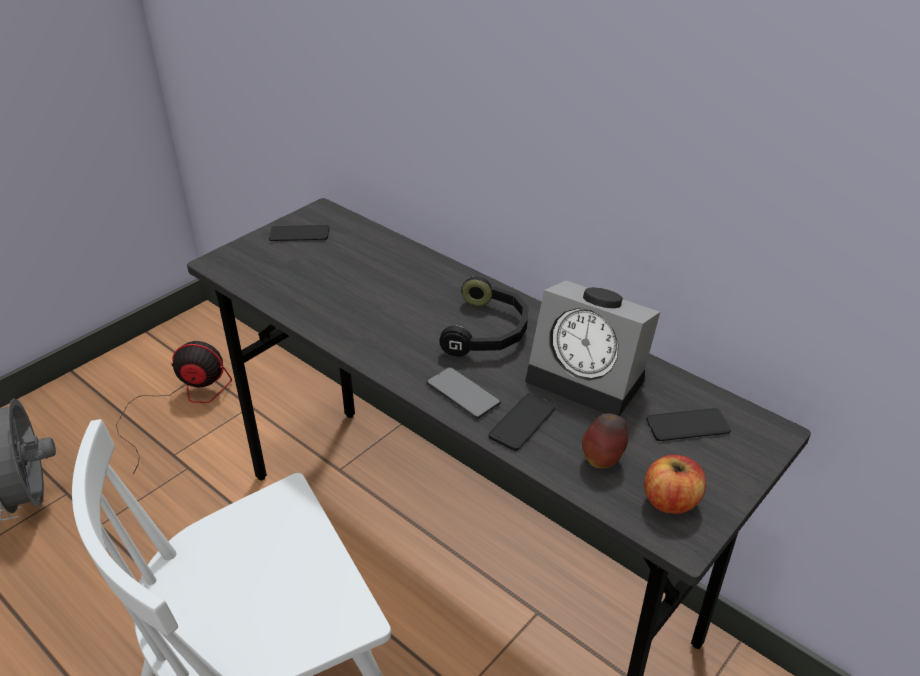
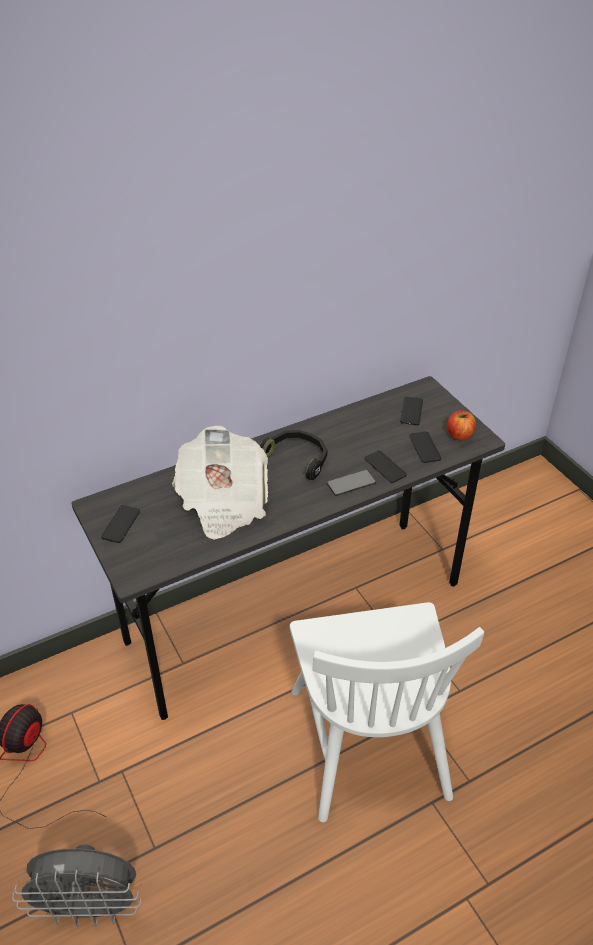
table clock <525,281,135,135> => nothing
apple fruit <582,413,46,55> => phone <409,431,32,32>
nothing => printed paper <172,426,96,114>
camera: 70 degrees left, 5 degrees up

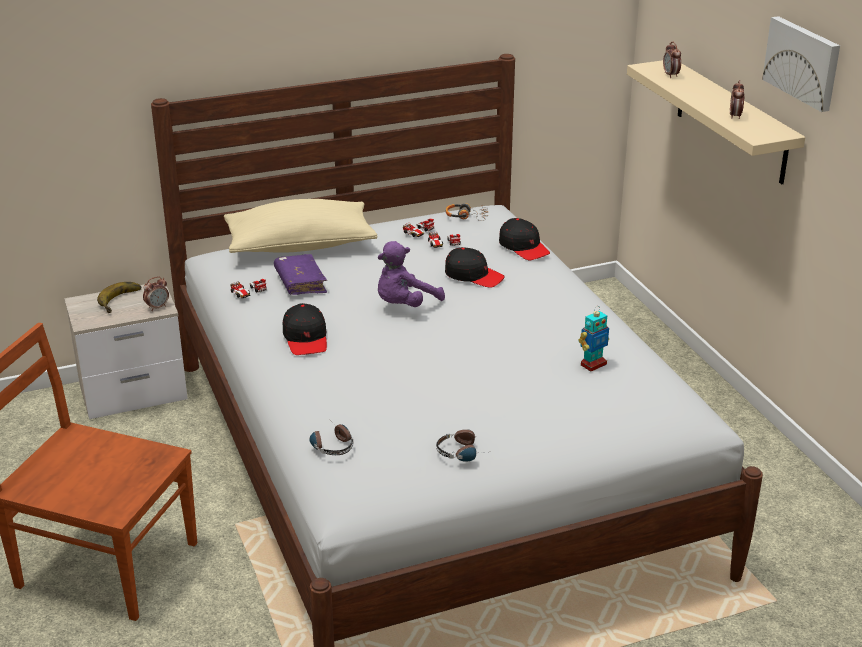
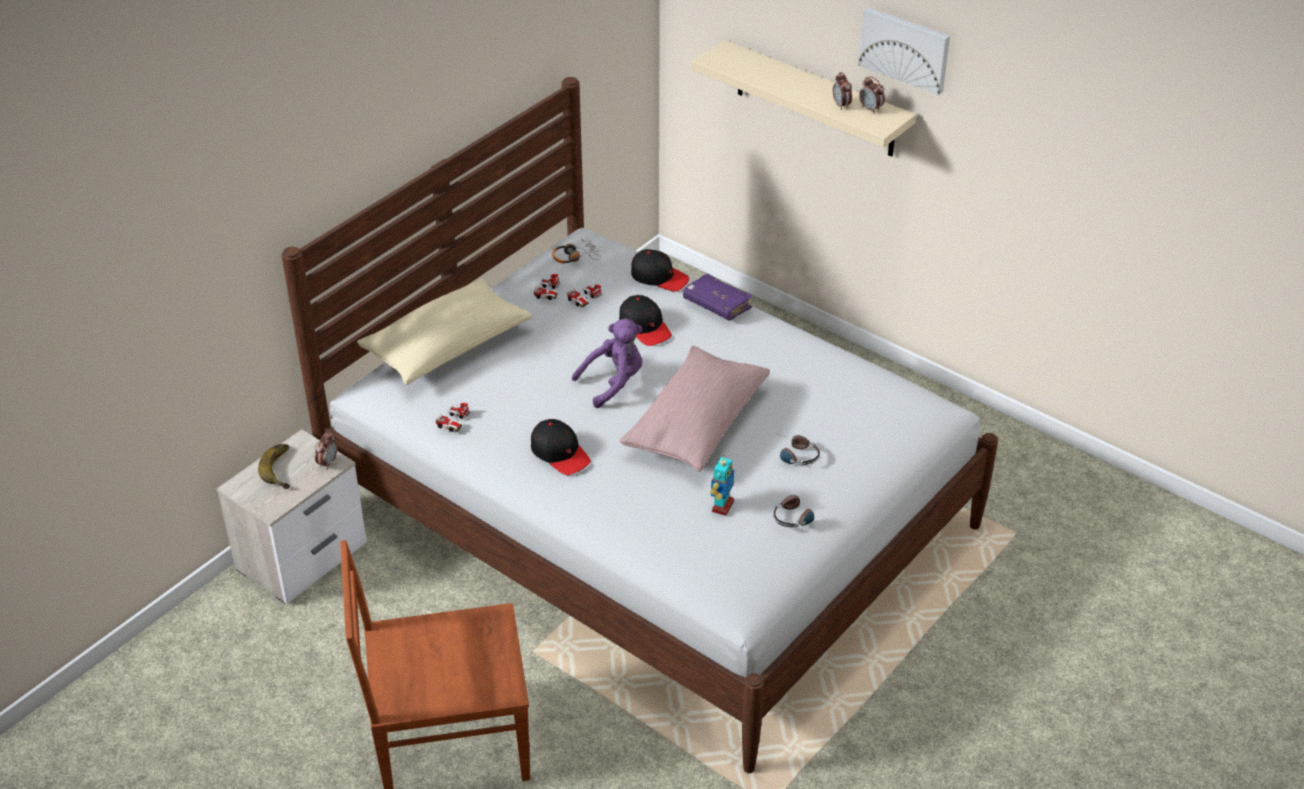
table clock <663,41,18,37> => table clock <859,76,26,38>, move
cuddly toy (purple-coloured) <378,241,67,66> => cuddly toy (purple-coloured) <572,319,71,89>, 135 degrees counterclockwise
cap (blackish) <445,247,59,40> => cap (blackish) <619,295,53,51>, 60 degrees clockwise
bound book (purple-coloured) <274,254,53,41> => bound book (purple-coloured) <683,274,70,47>, move
model robot <579,306,30,65> => model robot <710,455,24,61>, move
headset <309,423,44,32> => headset <778,434,42,32>, move
nothing => pillow (pinkish) <620,346,150,126>
camera: 30 degrees left, 10 degrees up

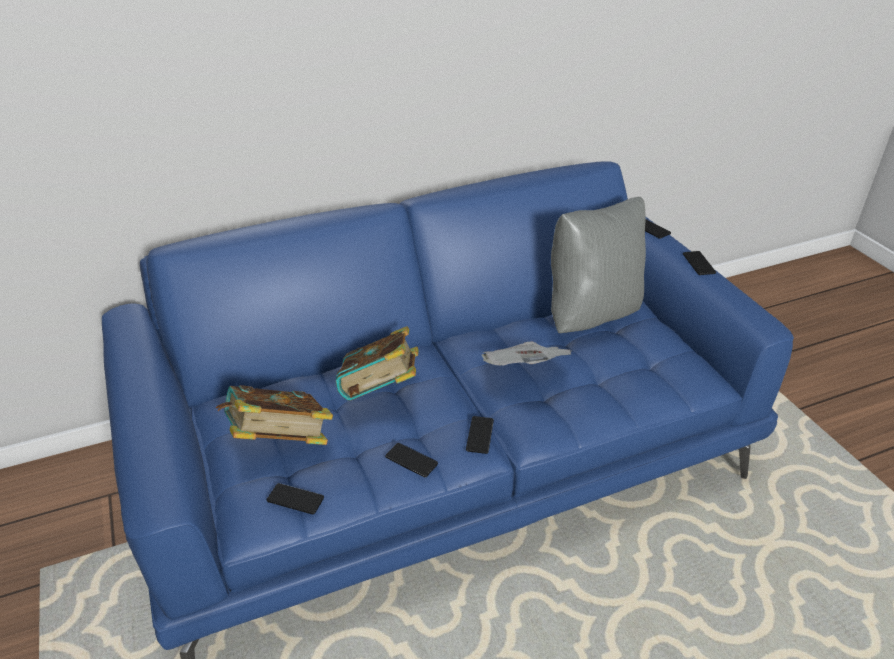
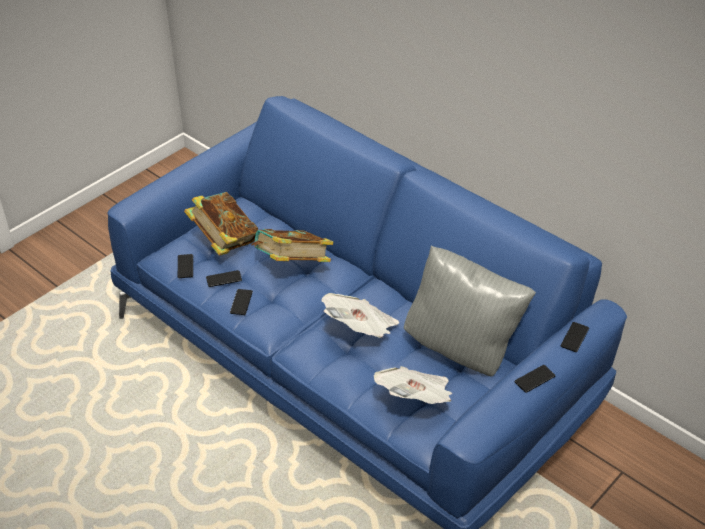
phone <466,416,28,38> => phone <206,270,36,17>, move
nothing => printed paper <374,366,78,38>
camera: 65 degrees right, 5 degrees up

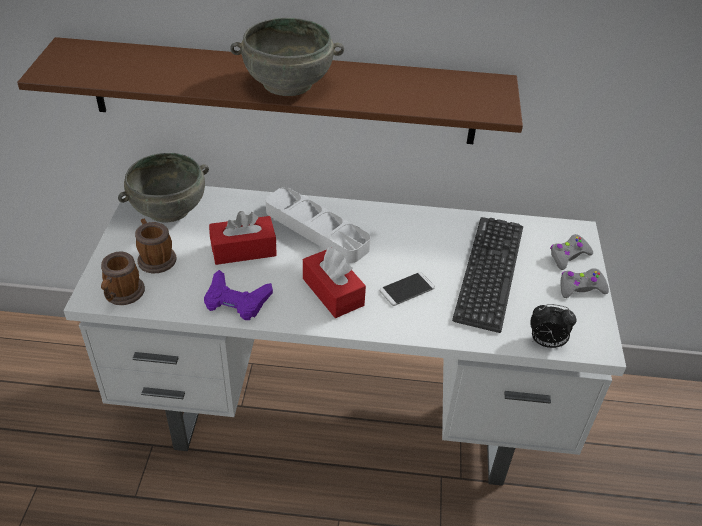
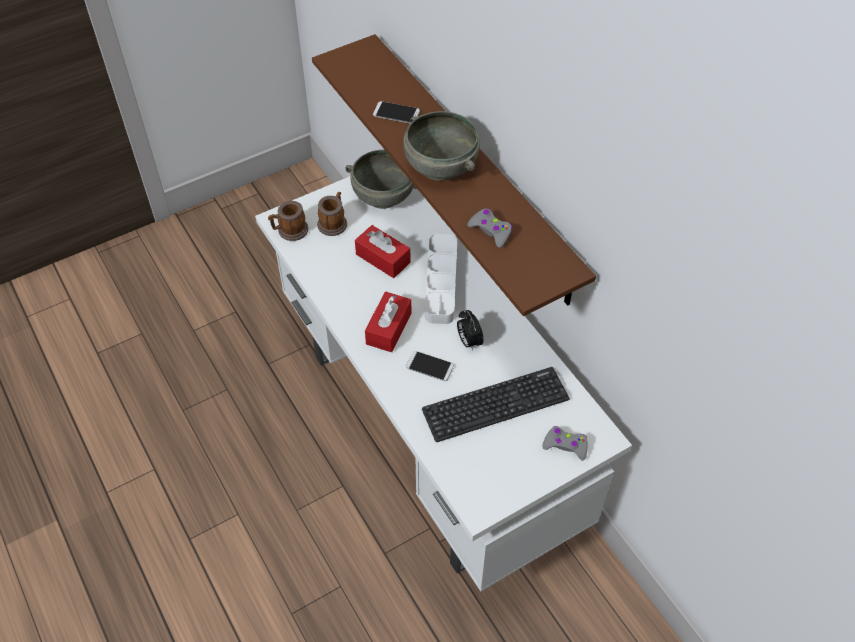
gamepad (grey) <560,268,49,30> => gamepad (grey) <467,208,45,40>, move
gamepad (purple-coloured) <204,270,69,50> => nothing
table clock <530,304,47,44> => table clock <457,310,27,41>, move
nothing => phone <373,101,47,22>
camera: 55 degrees right, 10 degrees up

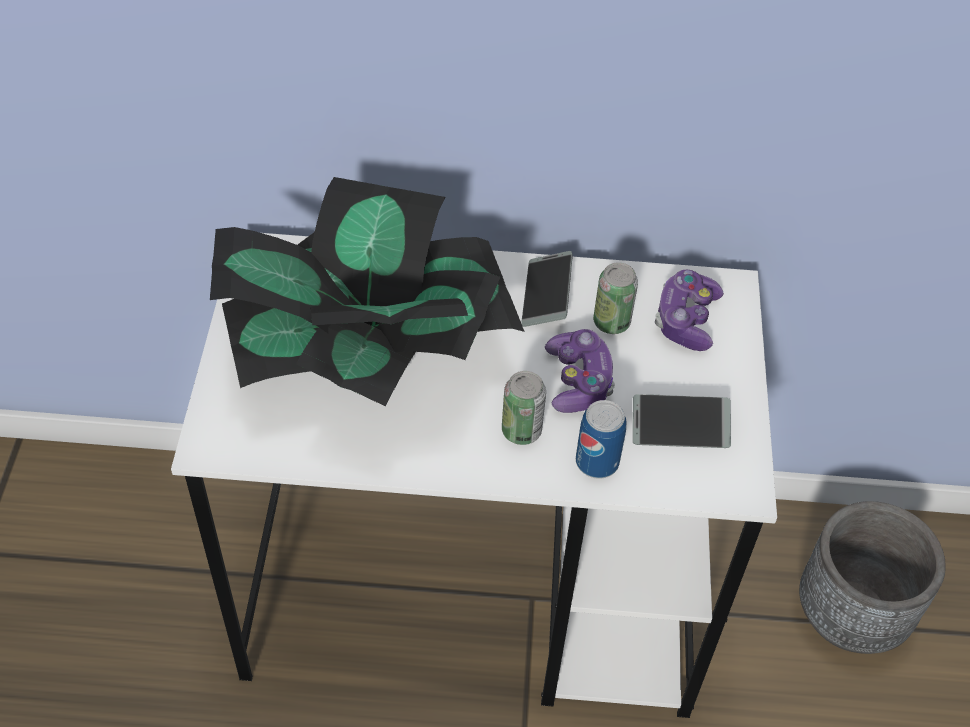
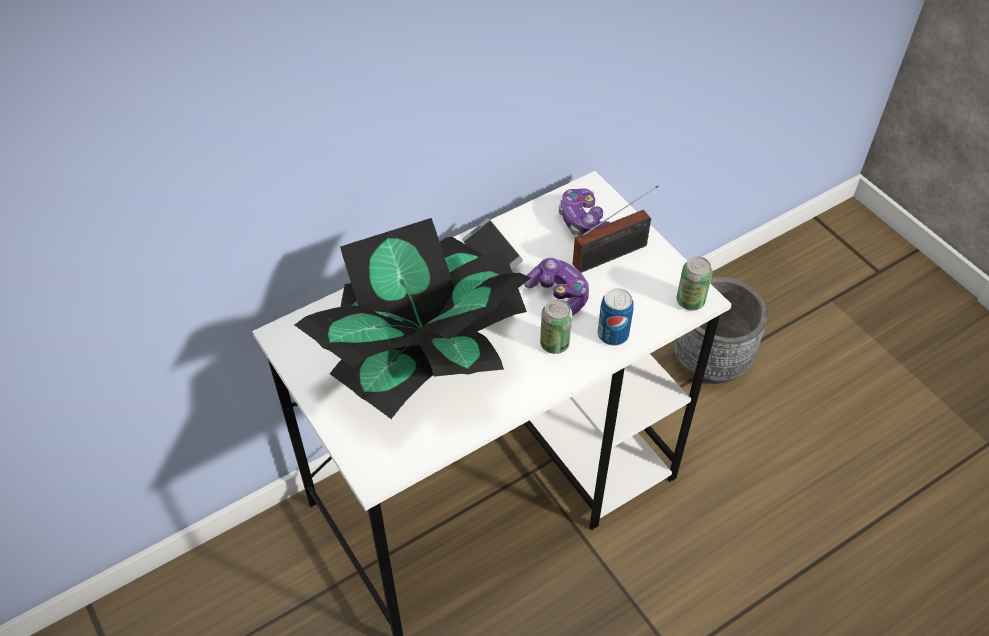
can <593,262,45,72> => can <677,257,35,54>, move
phone <633,394,98,54> => nothing
nothing => radio set <573,185,86,88>
camera: 35 degrees left, 0 degrees up

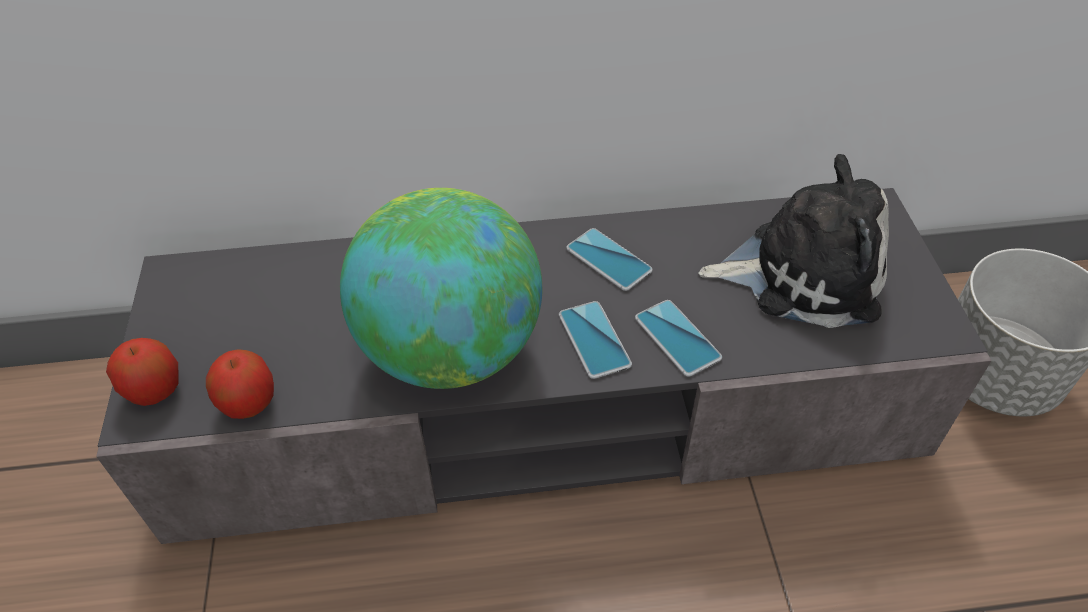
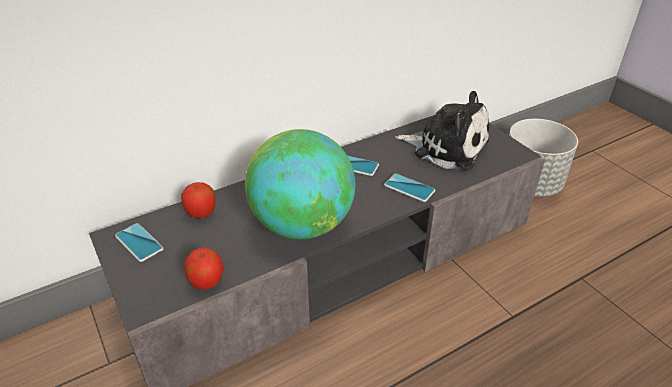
cuddly toy <698,154,191,174> => cuddly toy <395,91,94,79>, 45 degrees clockwise
phone <559,301,73,78> => phone <115,223,49,39>, move
apple fruit <106,338,73,68> => apple fruit <181,182,35,36>, move
camera: 25 degrees left, 10 degrees down

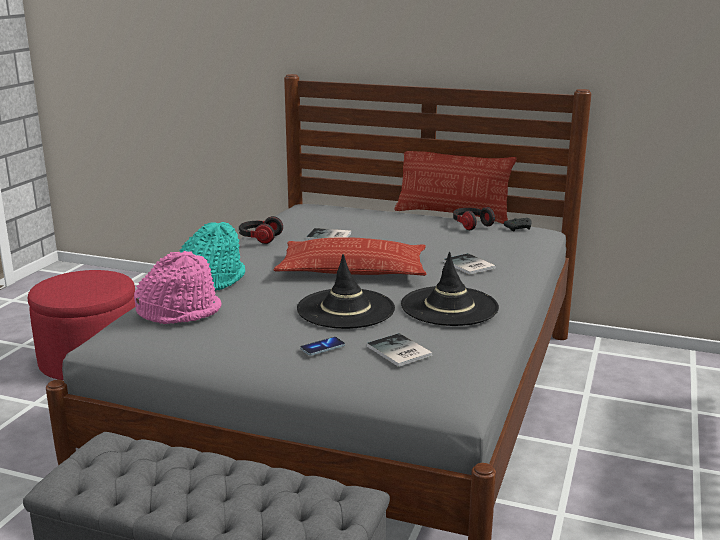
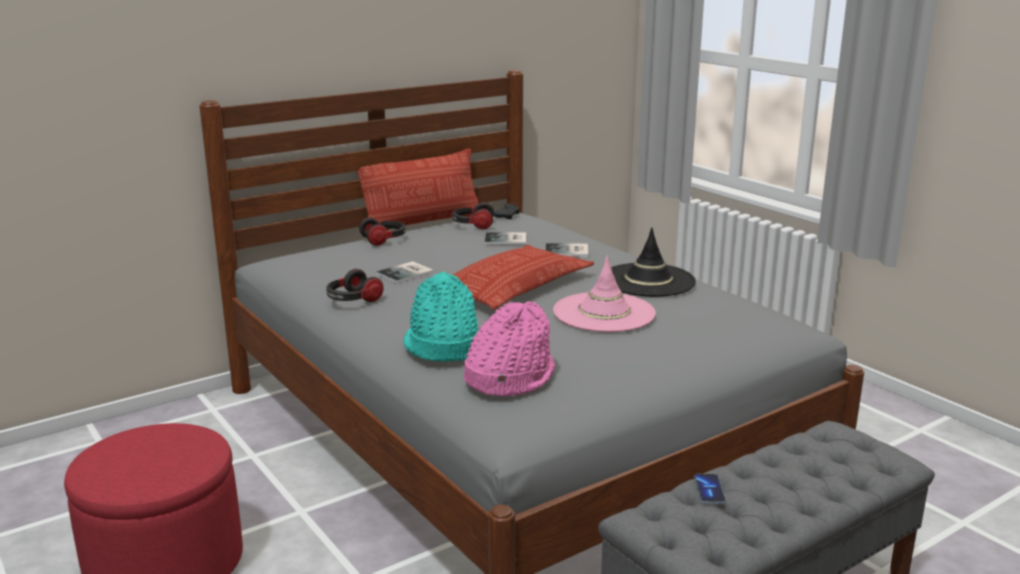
clothing hat (blackish) <297,254,98,75> => clothing hat (pinkish) <553,255,103,77>
bound book <367,333,66,34> => bound book <485,232,41,13>, move
phone <300,337,45,19> => phone <694,474,32,30>, move
nothing => headset <359,217,47,28>
camera: 55 degrees left, 0 degrees up

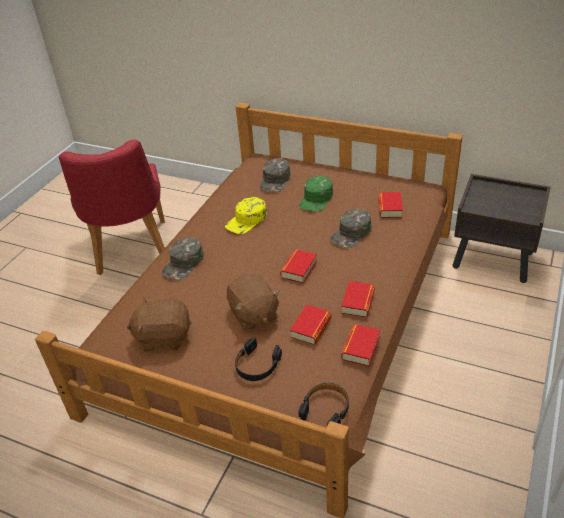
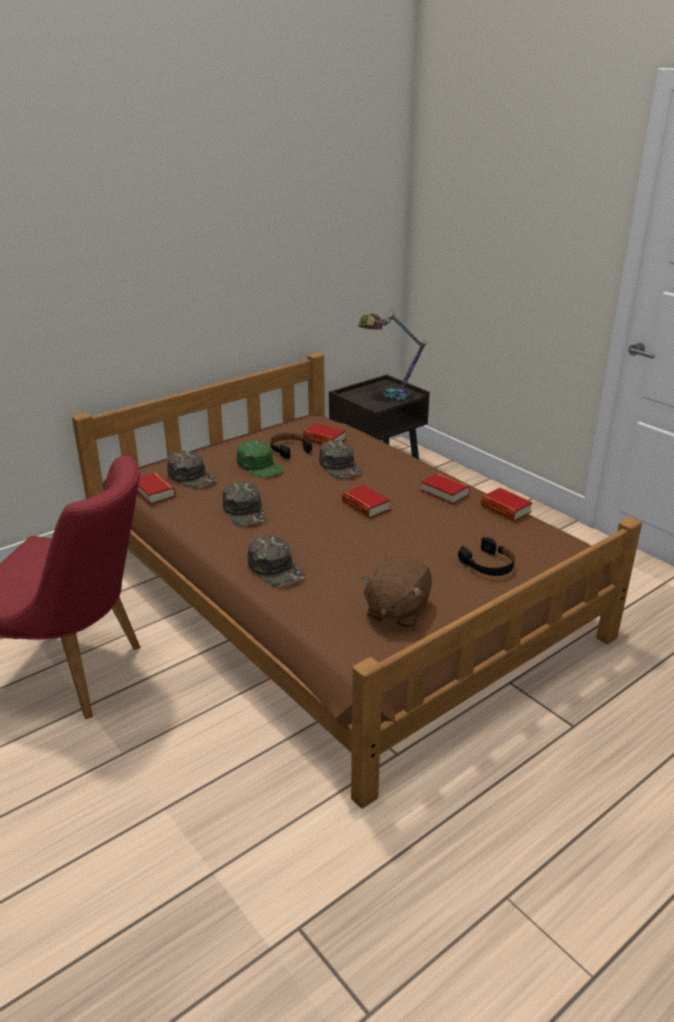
cap (yellow) <225,197,42,37> => cap (green-coloured) <222,481,45,45>
cuddly toy (brownish) <227,274,53,57> => nothing
bound book <290,304,41,41> => bound book <137,473,39,31>, move
headset (blackish) <298,383,51,42> => headset (blackish) <270,433,42,26>, move
nothing => lamp for a table <358,310,70,91>
camera: 65 degrees left, 10 degrees down

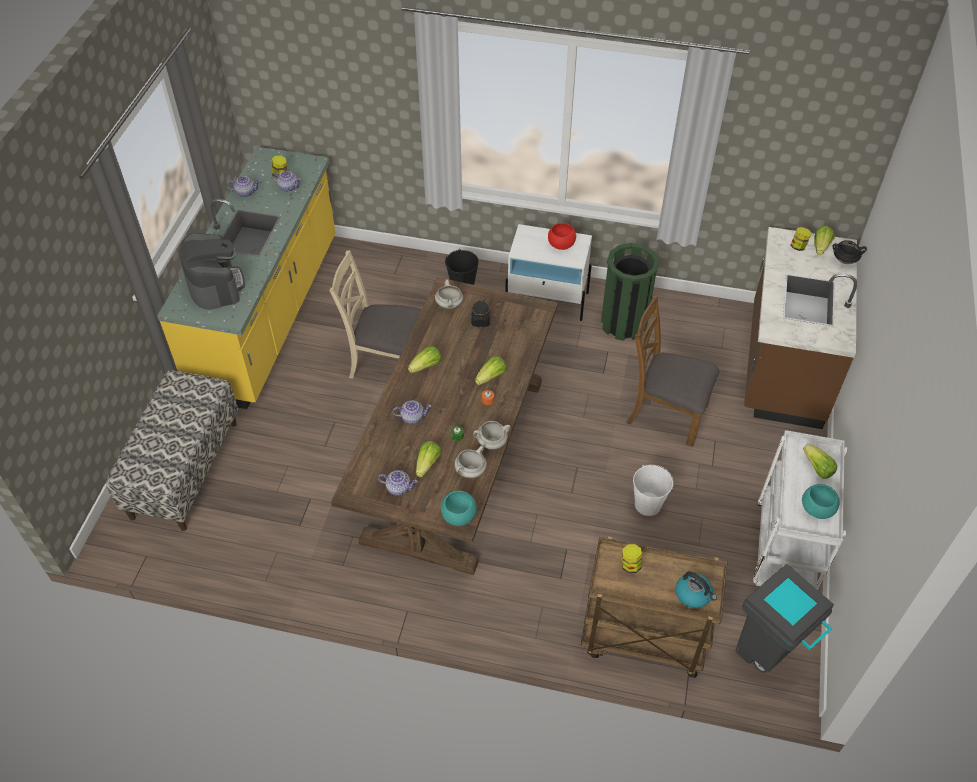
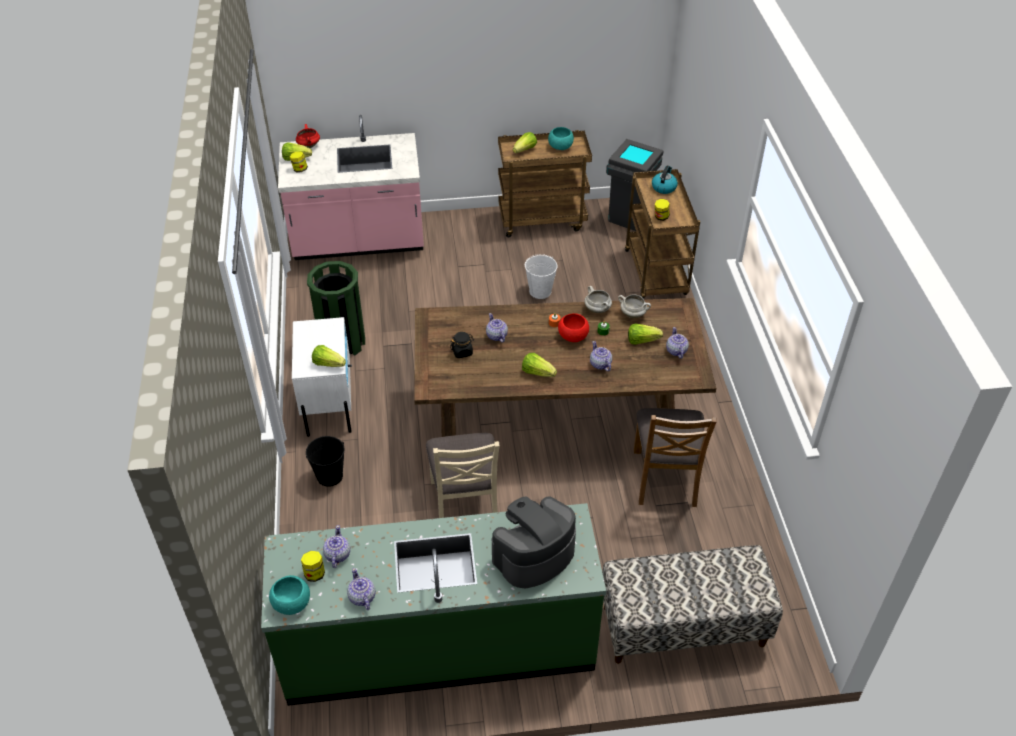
counter (yellow) <157,147,178,262> => counter (green-coloured) <261,503,345,203>
serving bowl (red-coloured) <548,223,28,27> => serving bowl (red-coloured) <558,313,31,29>, move
counter (brownish) <744,227,113,202> => counter (pinkish) <278,115,146,145>
cooking pot (blackish) <832,240,35,24> => cooking pot (red-coloured) <296,124,24,24>
cooking pot (white) <435,279,28,30> => nothing
upright chair (brownish) <626,296,93,151> => upright chair (brownish) <634,408,83,99>, move
head of lettuce <475,356,32,29> => head of lettuce <312,345,34,22>, move
trolley (white) <753,430,94,160> => trolley (brownish) <498,130,94,107>
serving bowl (turquoise-coloured) <441,490,36,36> => serving bowl (turquoise-coloured) <269,575,41,40>, move
nothing => tea pot <486,313,22,30>
camera: 110 degrees left, 5 degrees down

